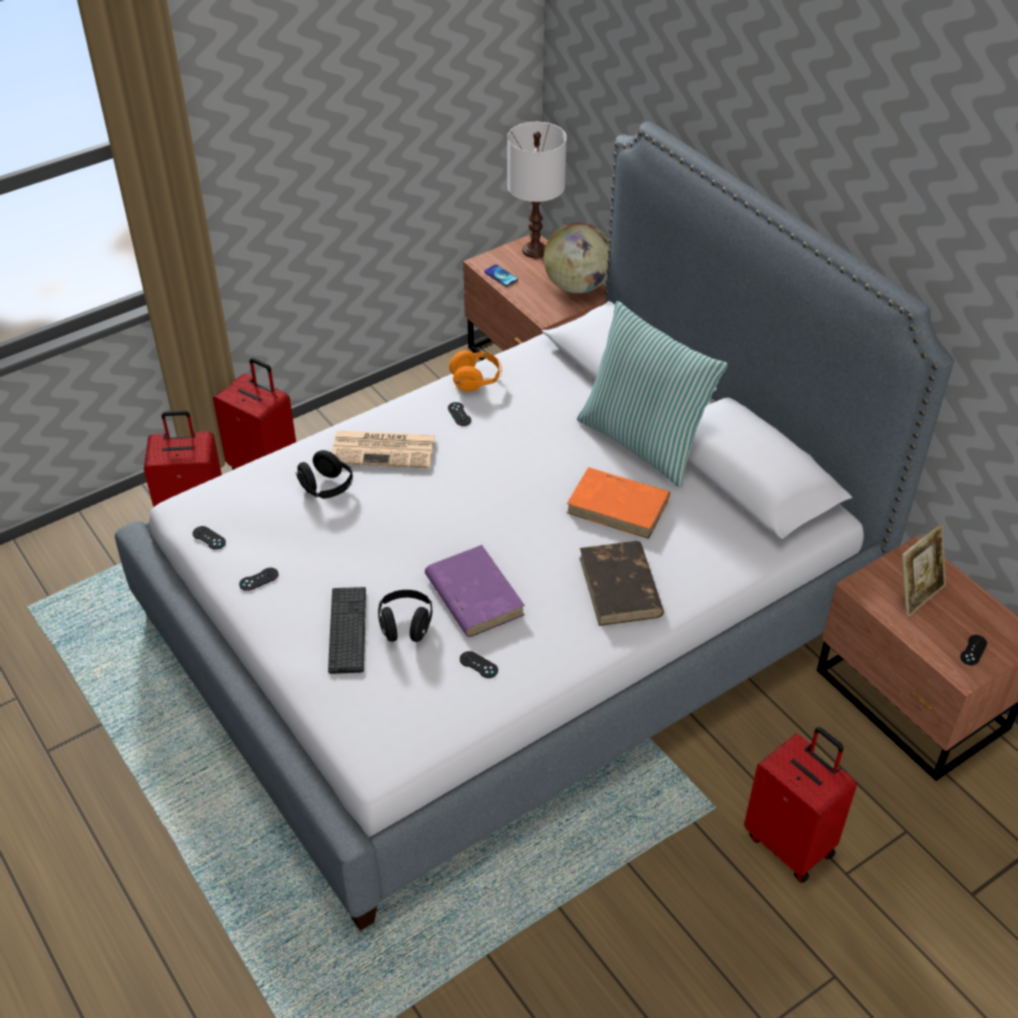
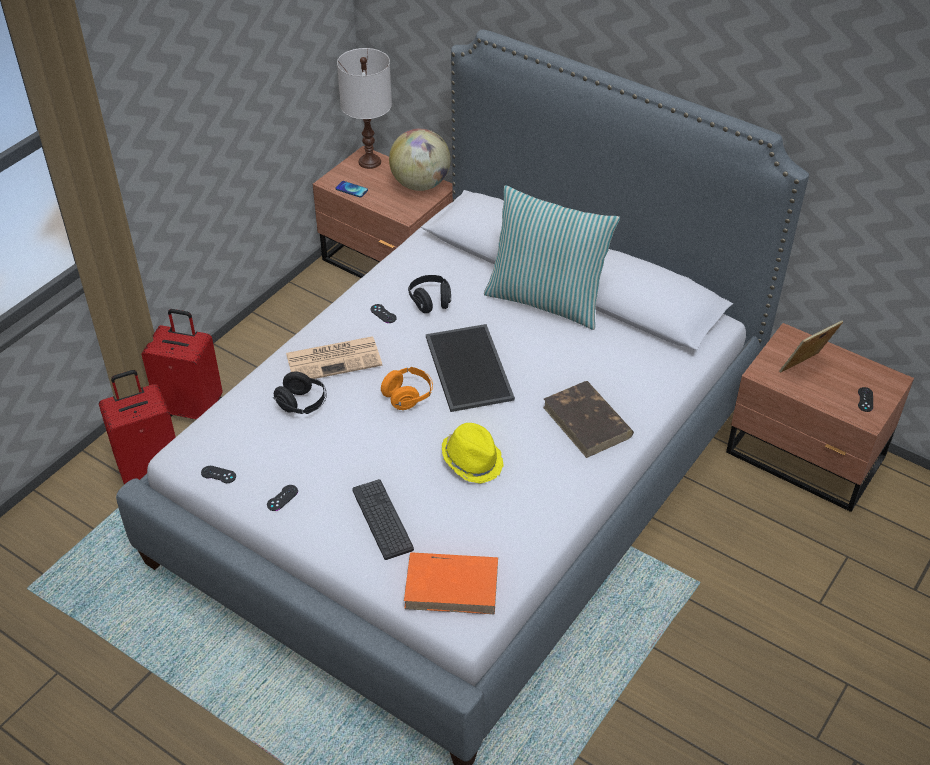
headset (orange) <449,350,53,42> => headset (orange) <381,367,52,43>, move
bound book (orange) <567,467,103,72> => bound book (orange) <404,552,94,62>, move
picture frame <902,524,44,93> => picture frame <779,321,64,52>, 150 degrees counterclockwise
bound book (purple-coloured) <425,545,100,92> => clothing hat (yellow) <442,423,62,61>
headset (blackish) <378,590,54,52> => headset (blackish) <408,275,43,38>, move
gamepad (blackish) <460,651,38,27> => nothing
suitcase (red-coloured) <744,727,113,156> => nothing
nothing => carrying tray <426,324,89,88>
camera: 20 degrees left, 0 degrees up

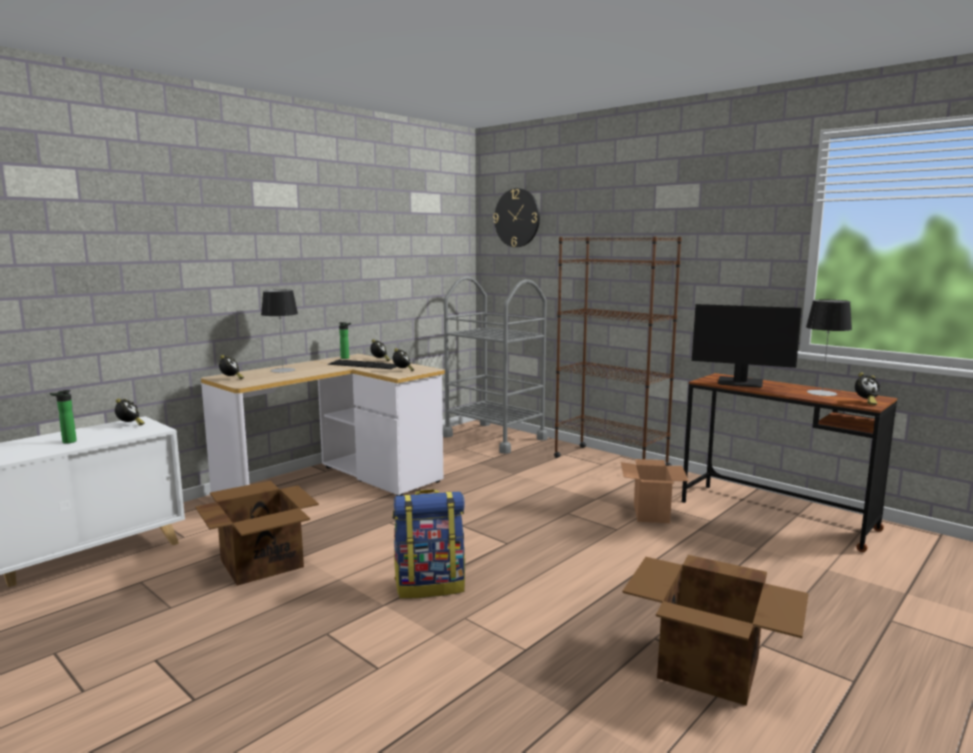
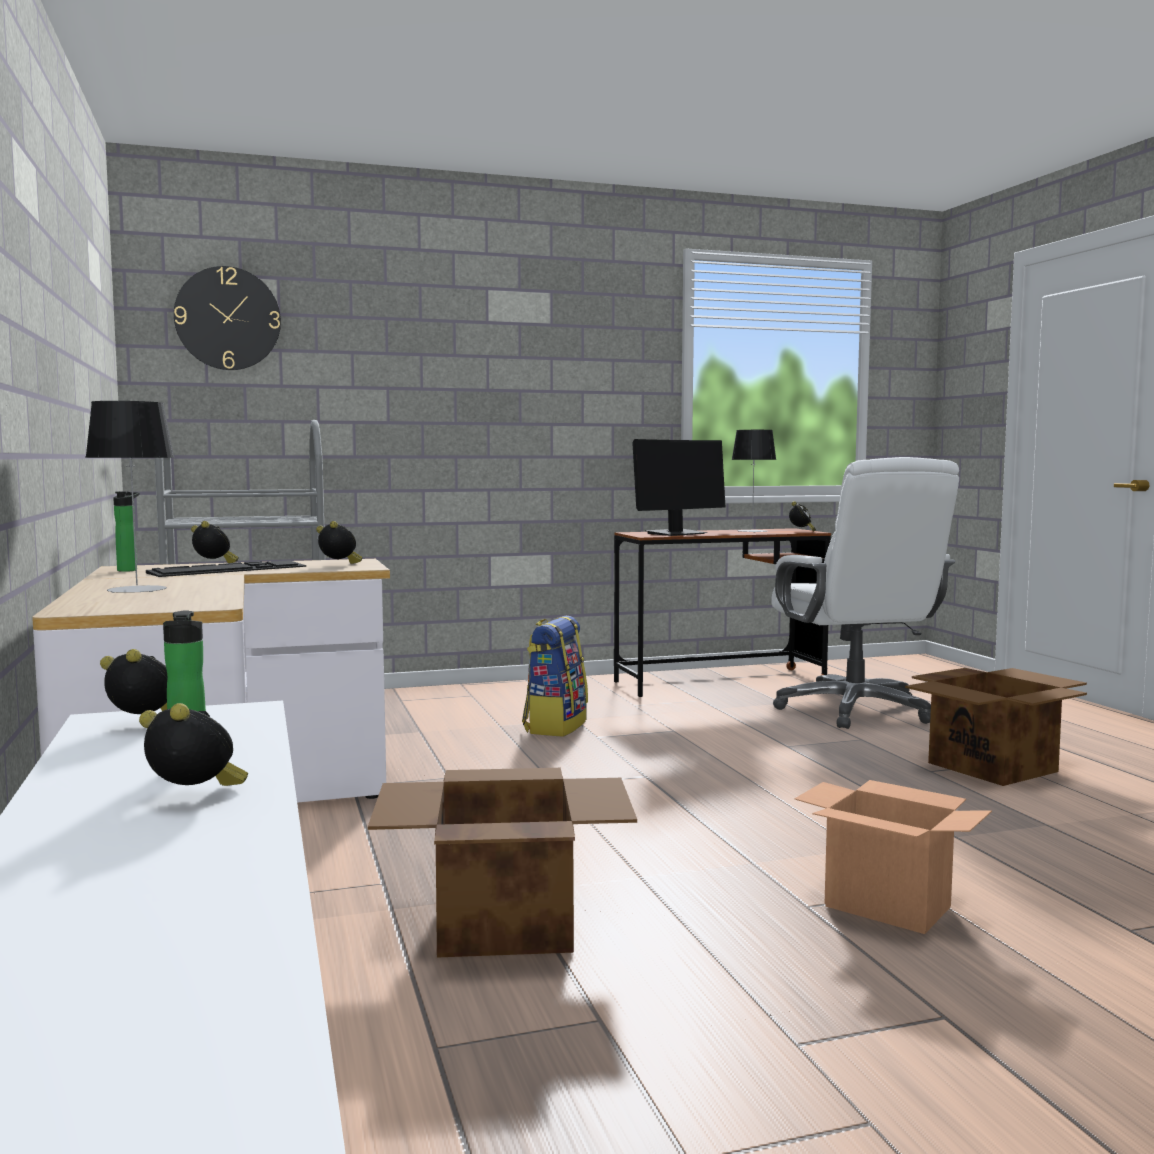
bookshelf (brownish) <554,236,128,230> => nothing
table clock <219,355,25,24> => table clock <139,703,109,83>, move
cardboard box <621,459,68,64> => cardboard box <794,780,198,154>, move
backpack <392,489,73,110> => backpack <522,616,66,121>, move
nothing => desk chair (white) <772,457,187,272>
camera: 60 degrees left, 5 degrees down

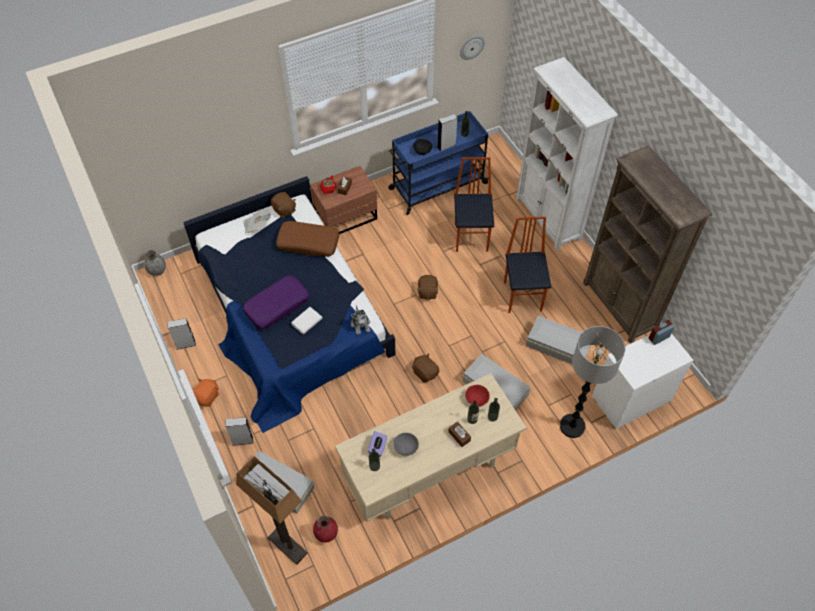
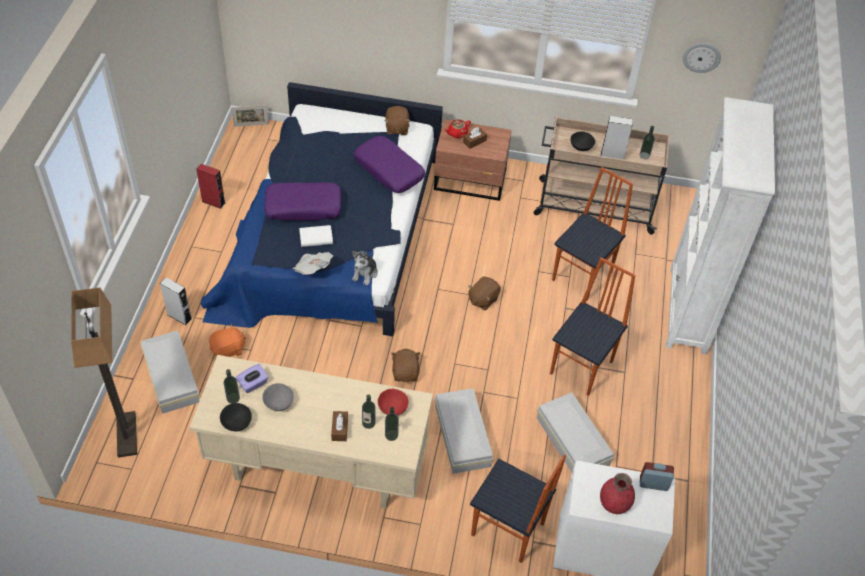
trolley (blue-coloured) <388,111,100,104> => trolley (beige-coloured) <534,117,135,118>
bookshelf (brownish) <583,145,129,199> => nothing
printed paper <243,209,28,24> => printed paper <293,252,40,23>, move
pillow (brownish) <276,221,63,36> => pillow (purple-coloured) <354,136,71,57>
flower vase (grey) <144,250,22,26> => picture frame <232,105,37,22>
speaker (grey) <167,318,29,32> => speaker (red-coloured) <196,164,29,45>
standing lamp <560,326,65,112> => upright chair <470,455,96,108>
cuddly toy (orange) <193,378,26,29> => cuddly toy (orange) <209,324,38,33>, move
flower vase (red-coloured) <313,516,25,27> => flower vase (red-coloured) <600,473,35,41>, move
nothing => serving bowl (blackish) <220,403,32,29>
camera: 35 degrees right, 5 degrees down

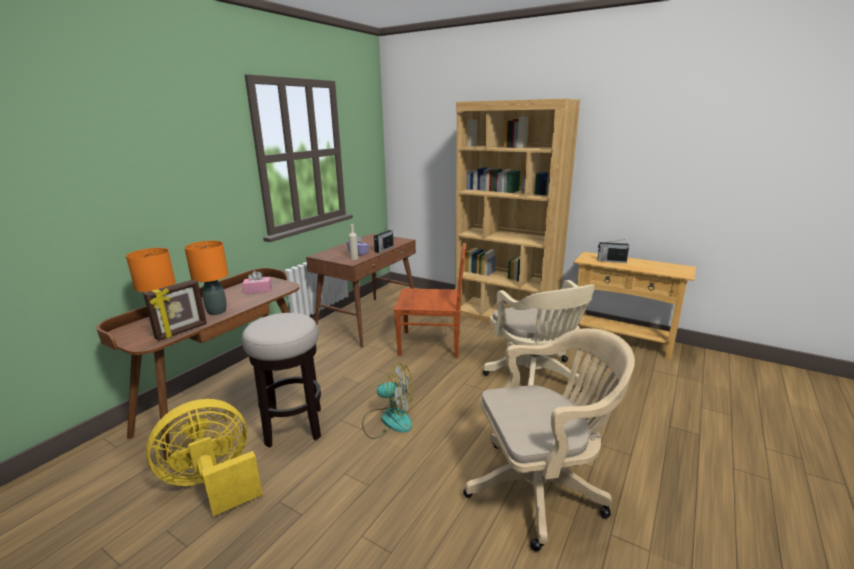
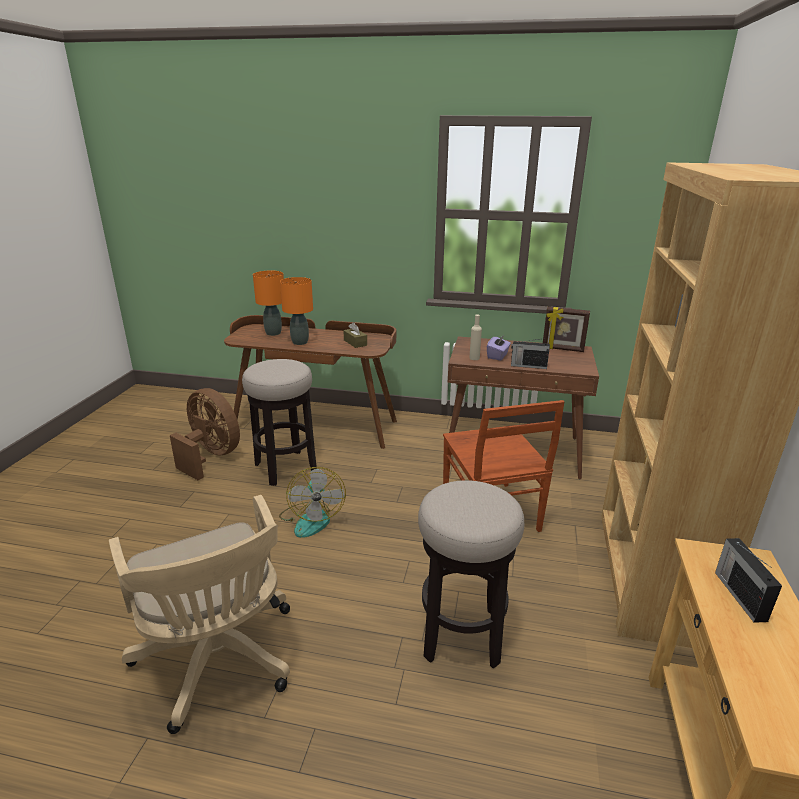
tissue holder (pinkish) <242,270,30,24> => tissue holder (brownish) <344,322,23,26>
picture frame <143,279,64,62> => picture frame <543,307,47,45>, move
desk chair (beige-coloured) <483,280,112,112> => stool seat <418,480,106,189>
fan (yellow) <146,399,117,117> => fan (brownish) <170,388,70,92>
camera: 70 degrees right, 5 degrees up

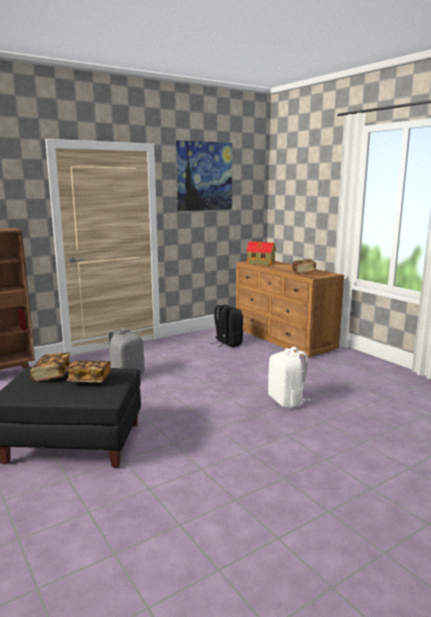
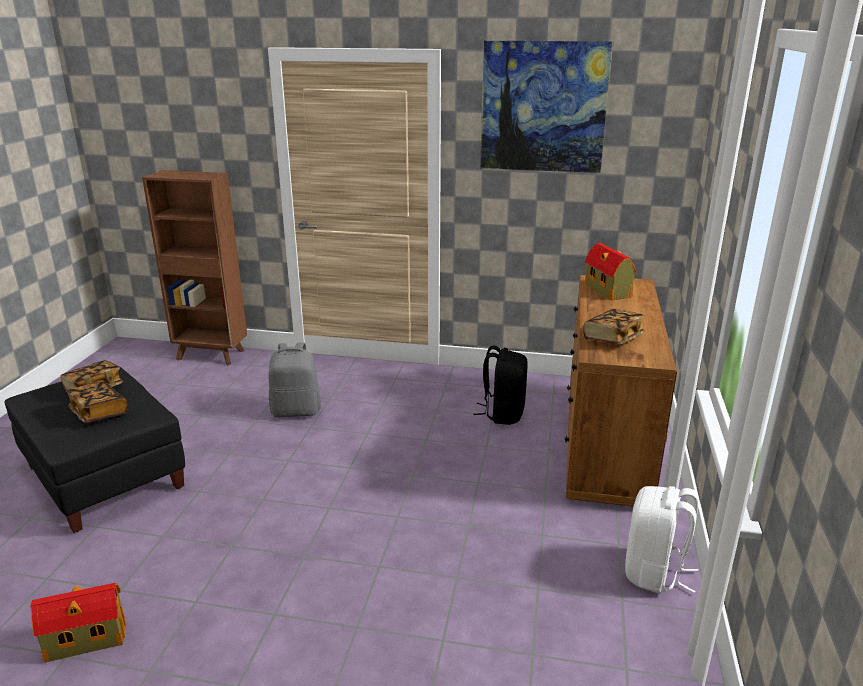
backpack (white) <268,347,43,62> => backpack (white) <625,486,74,107>, move
nothing => miniature house <31,583,95,79>
camera: 45 degrees right, 10 degrees up

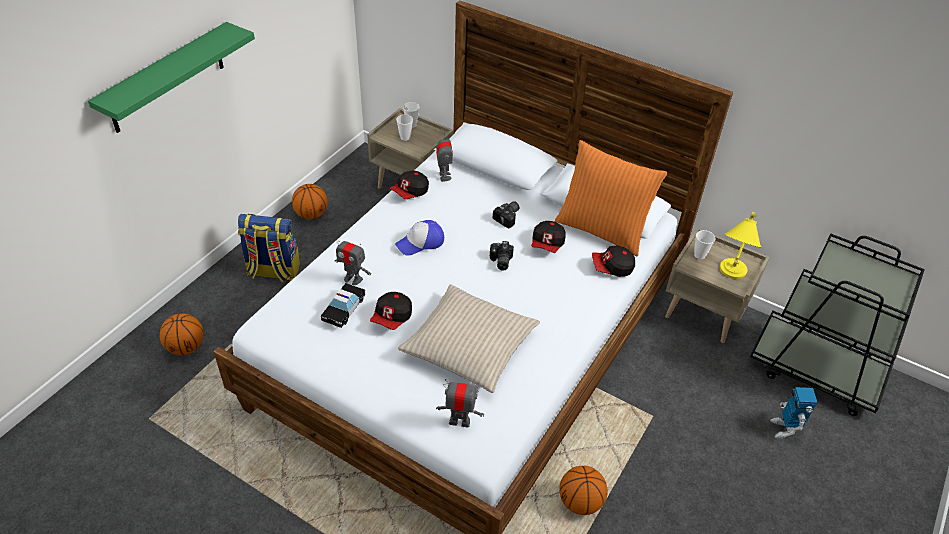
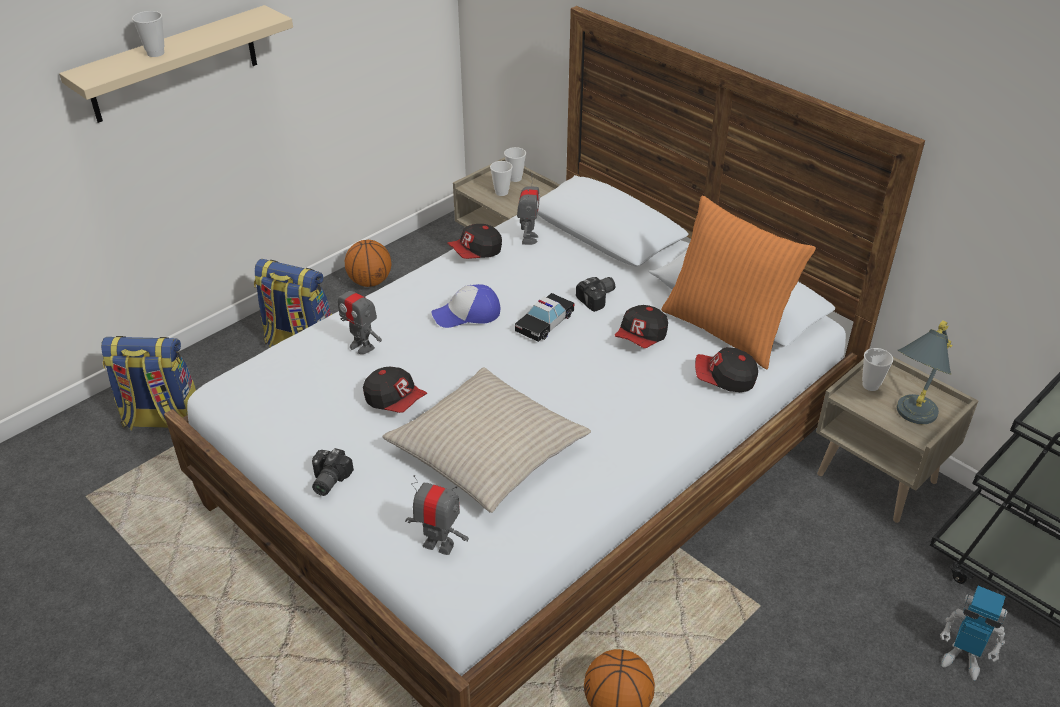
shelf (green-coloured) <88,22,167,111> => shelf (beige-coloured) <59,5,234,118>
lamp for a table (yellow) <720,212,41,67> => lamp for a table (grey) <897,320,56,104>
still camera <490,241,24,30> => still camera <312,448,42,48>, move
toy car <321,283,44,45> => toy car <515,293,60,49>, move
cap <370,292,42,38> => cap <363,367,64,46>, 90 degrees counterclockwise
ball for basketball <160,313,44,42> => backpack <101,336,95,94>
model robot <770,387,48,52> => model robot <940,586,68,94>, 75 degrees counterclockwise
nothing => drinking cup <132,11,33,46>
camera: 15 degrees right, 5 degrees down

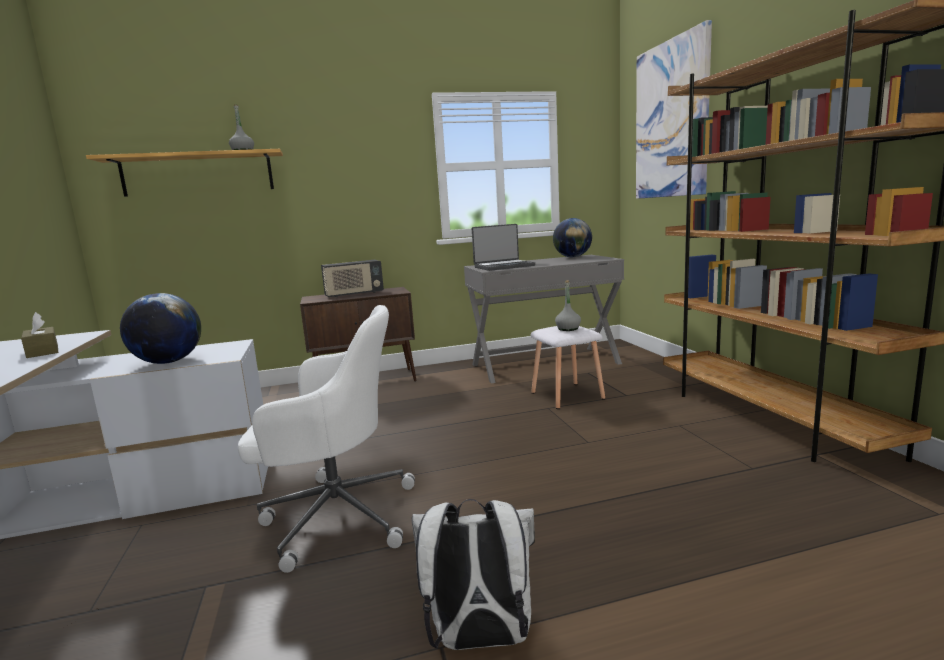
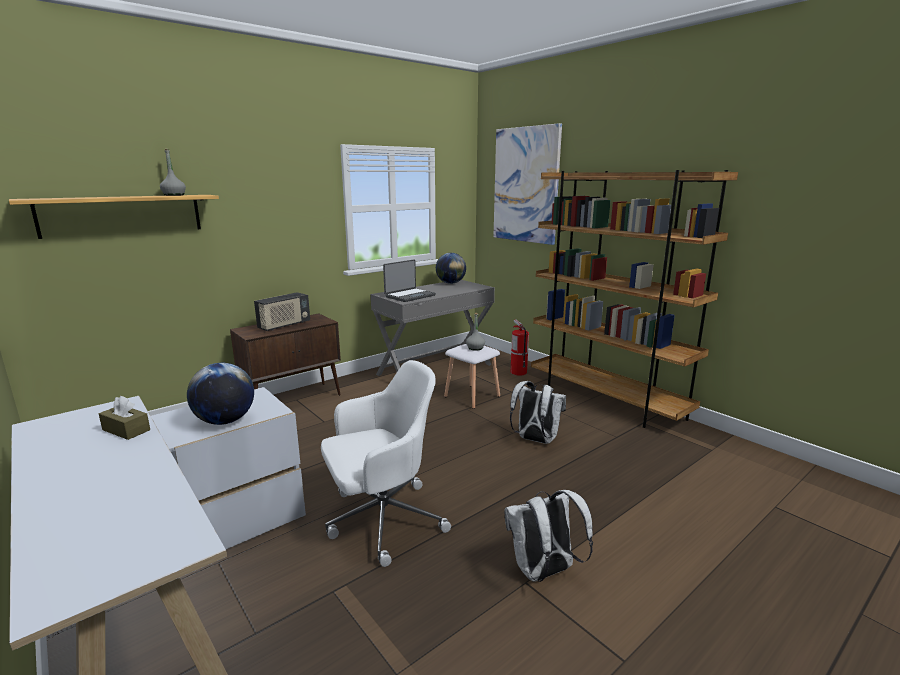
nothing => fire-fighting cylinder <511,319,18,57>
nothing => backpack (white) <510,381,56,63>
camera: 25 degrees left, 5 degrees up

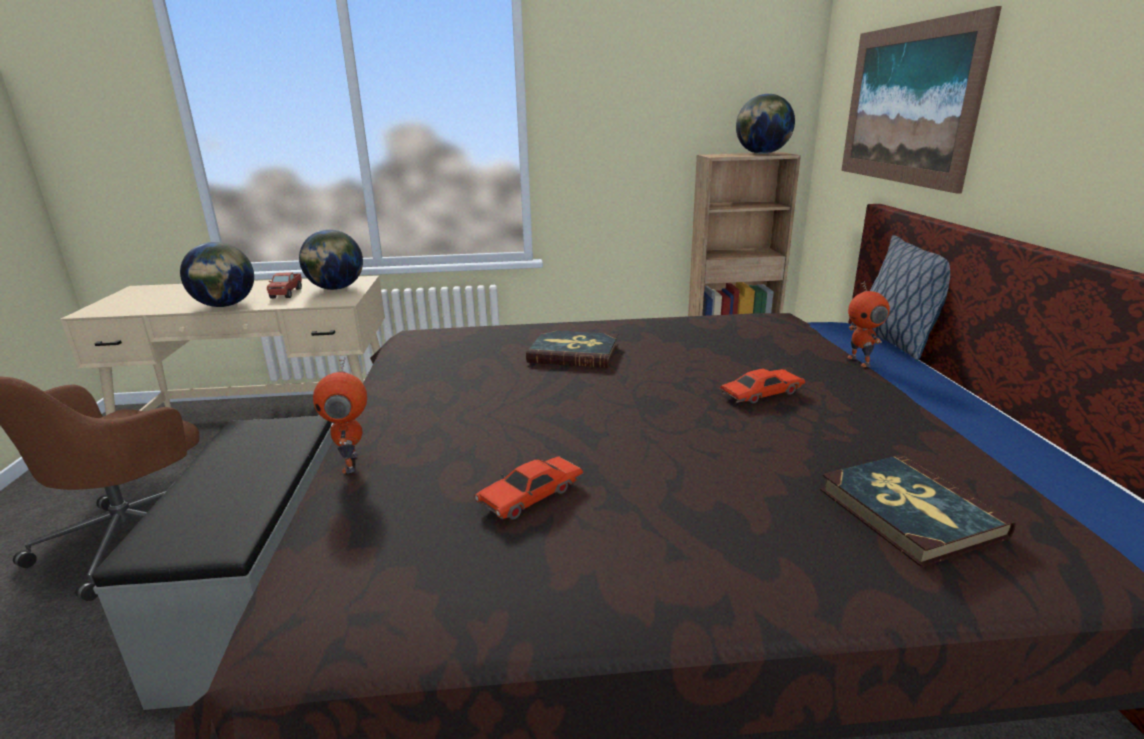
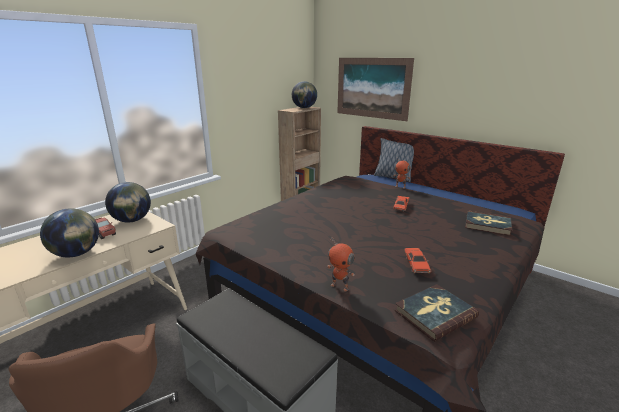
bound book <526,330,92,38> => bound book <395,284,84,57>, move
camera: 45 degrees left, 0 degrees up

